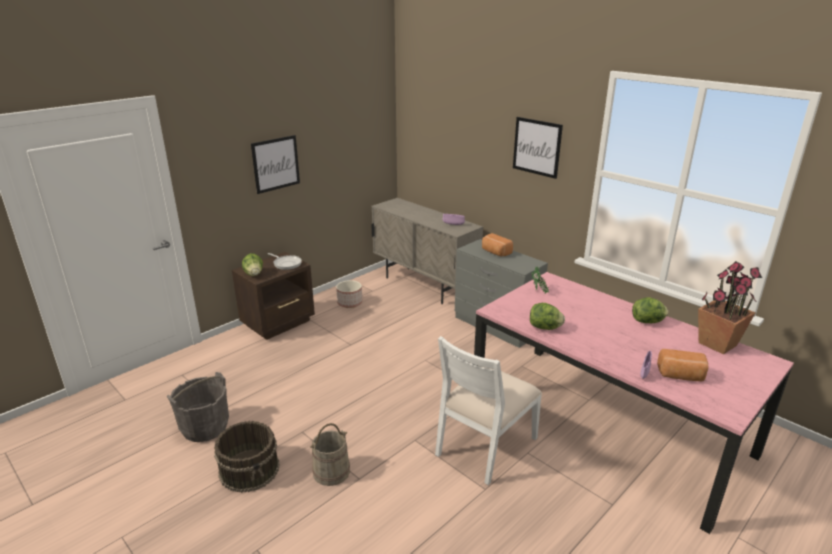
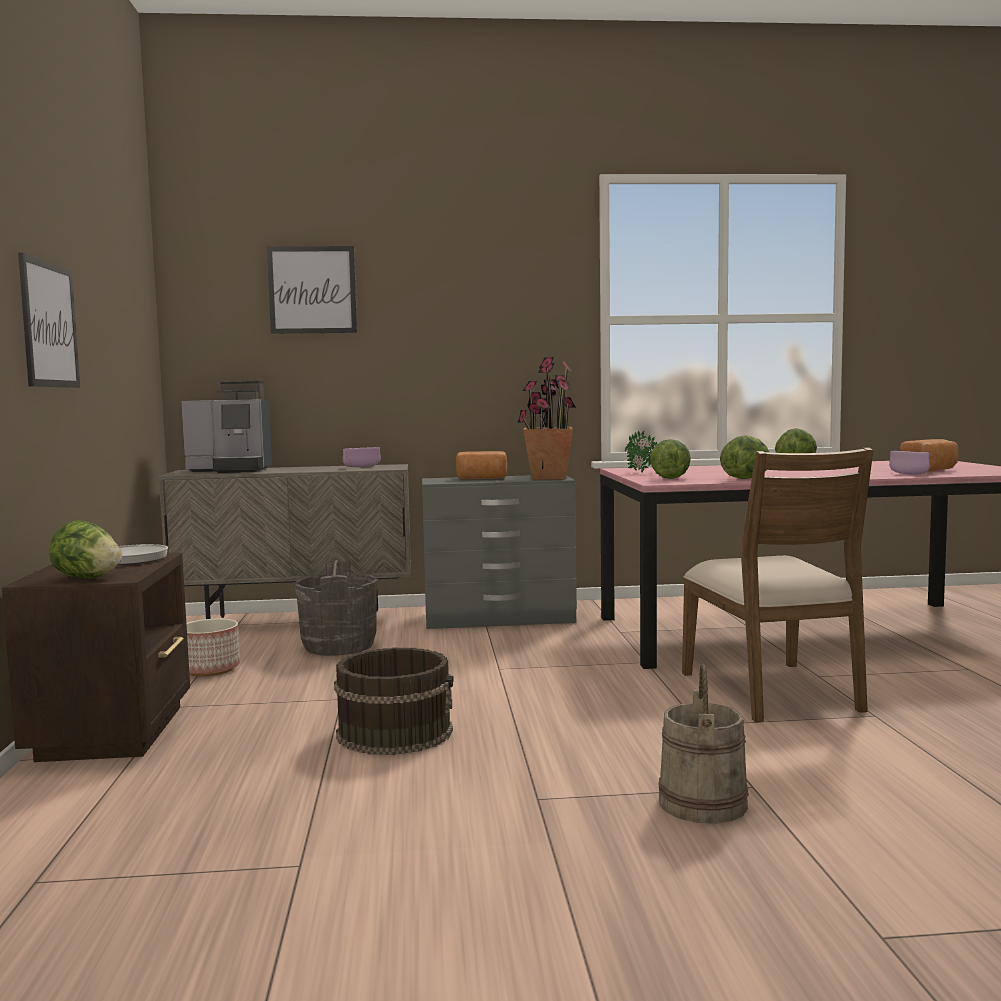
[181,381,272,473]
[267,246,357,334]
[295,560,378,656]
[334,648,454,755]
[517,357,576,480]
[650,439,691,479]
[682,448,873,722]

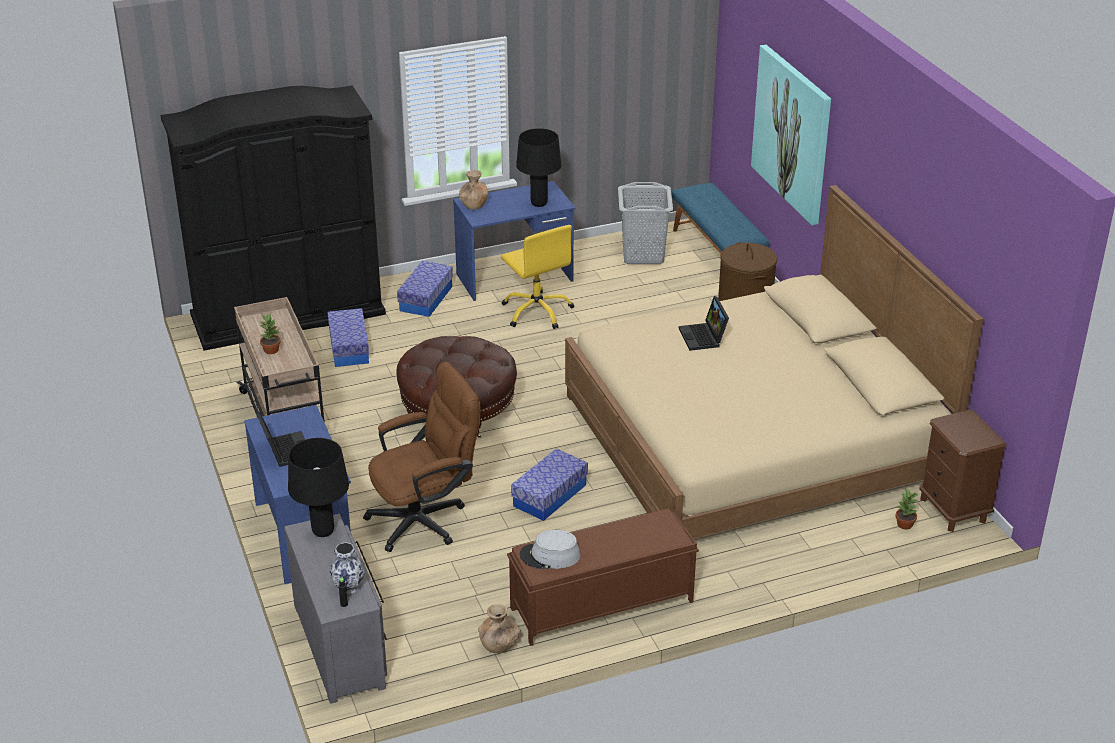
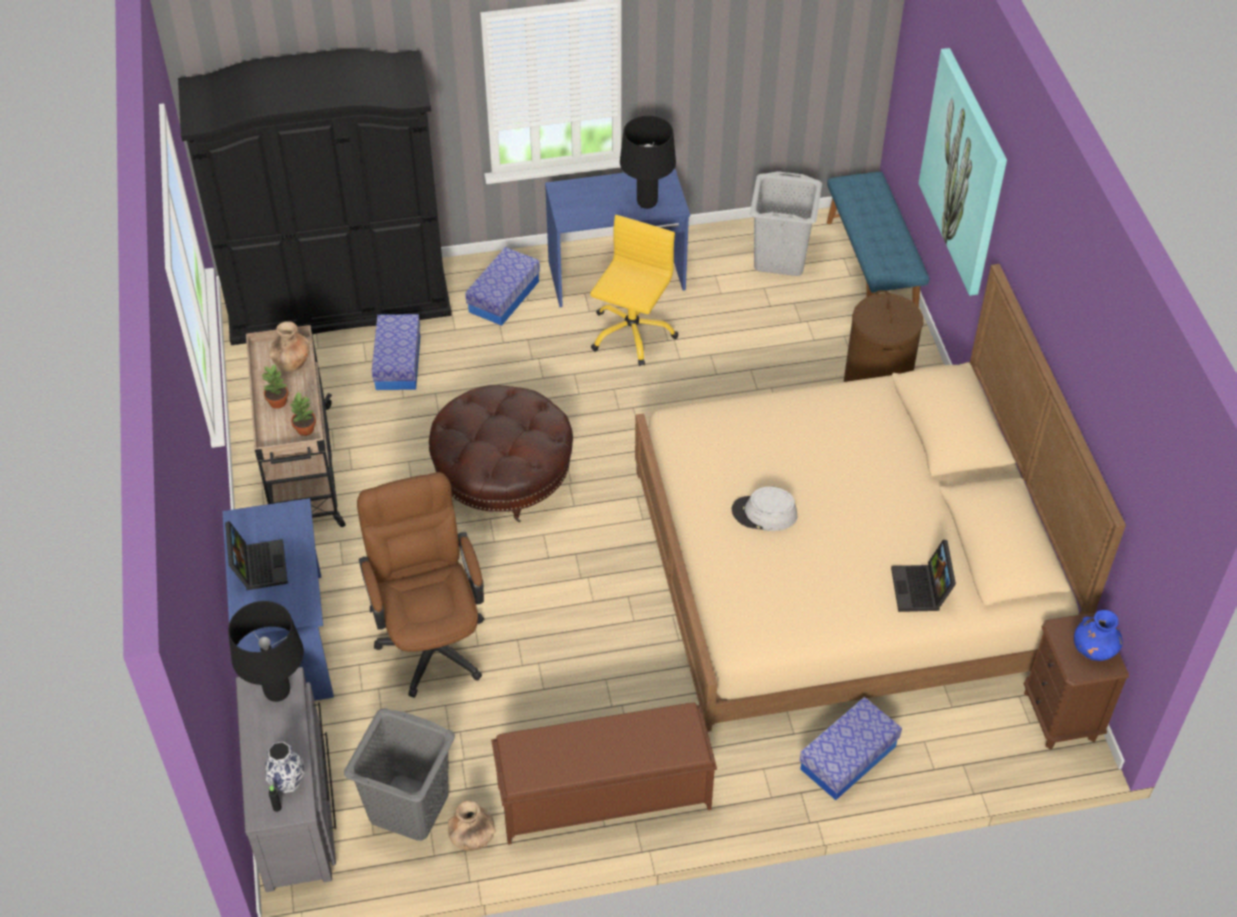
[269,321,310,373]
[289,391,316,436]
[344,708,455,841]
[357,472,485,698]
[590,215,678,366]
[732,486,797,531]
[799,697,902,800]
[891,540,956,612]
[1074,610,1123,661]

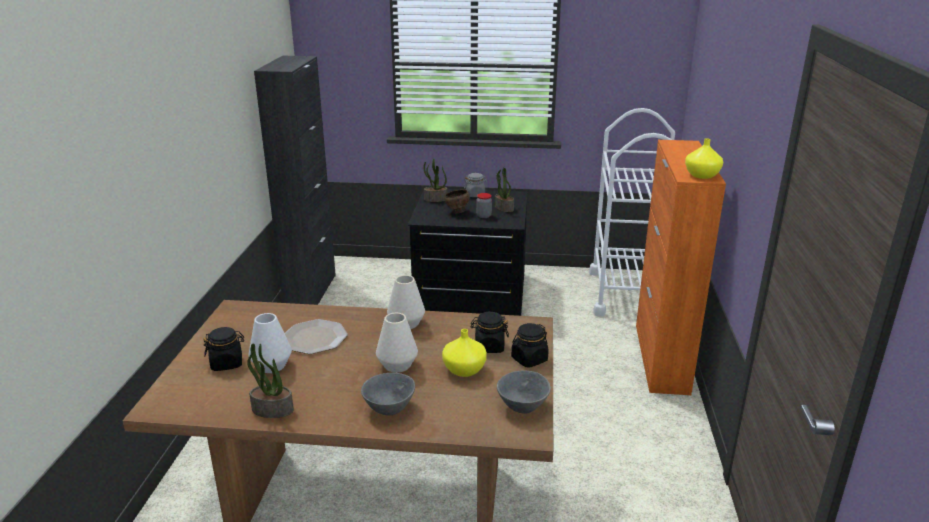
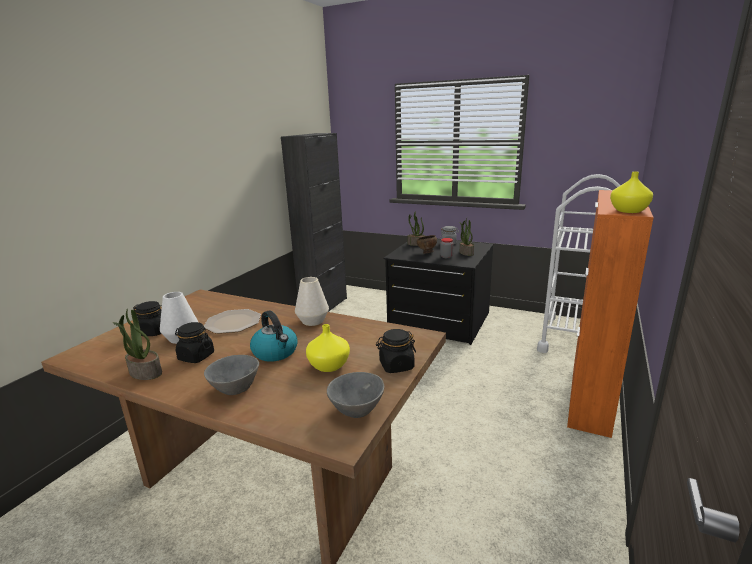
[175,322,214,363]
[250,310,298,362]

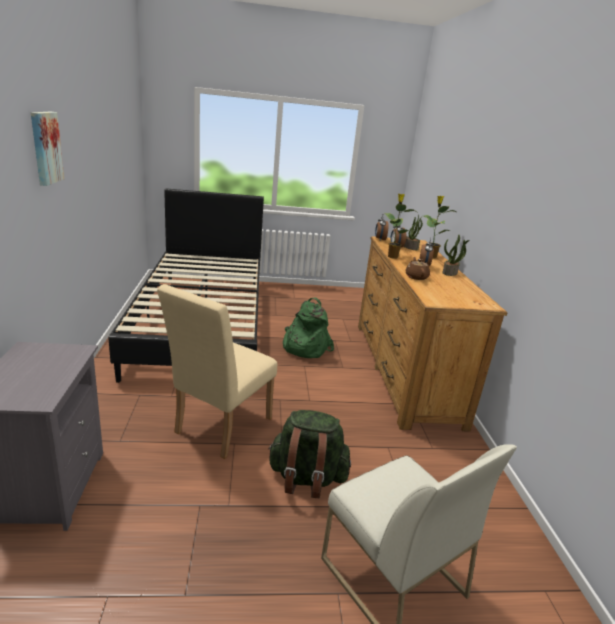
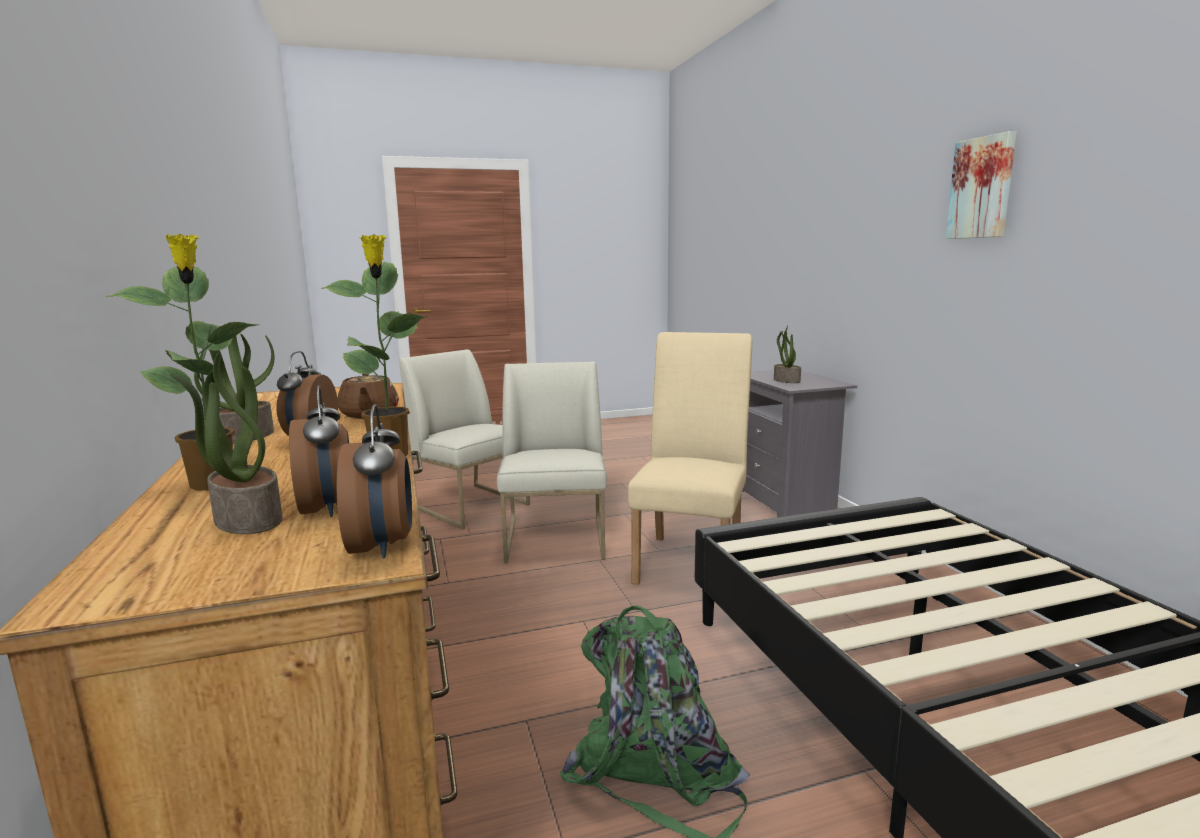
[497,362,607,563]
[774,326,801,383]

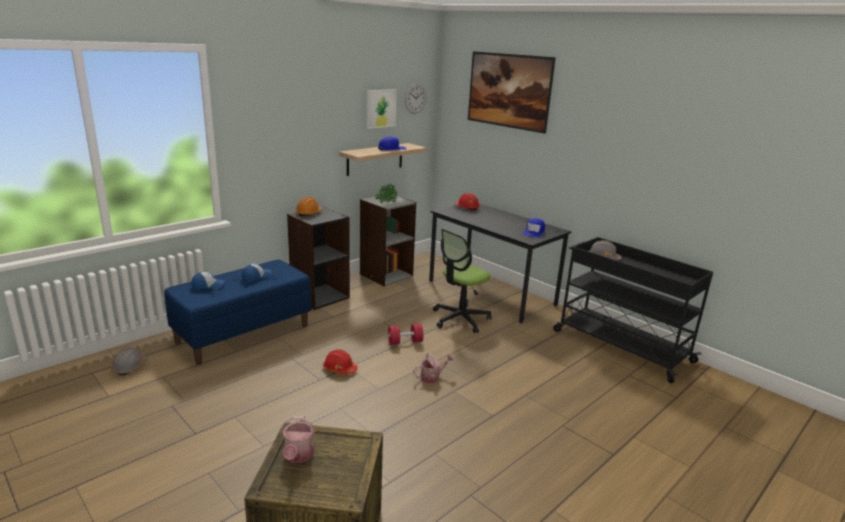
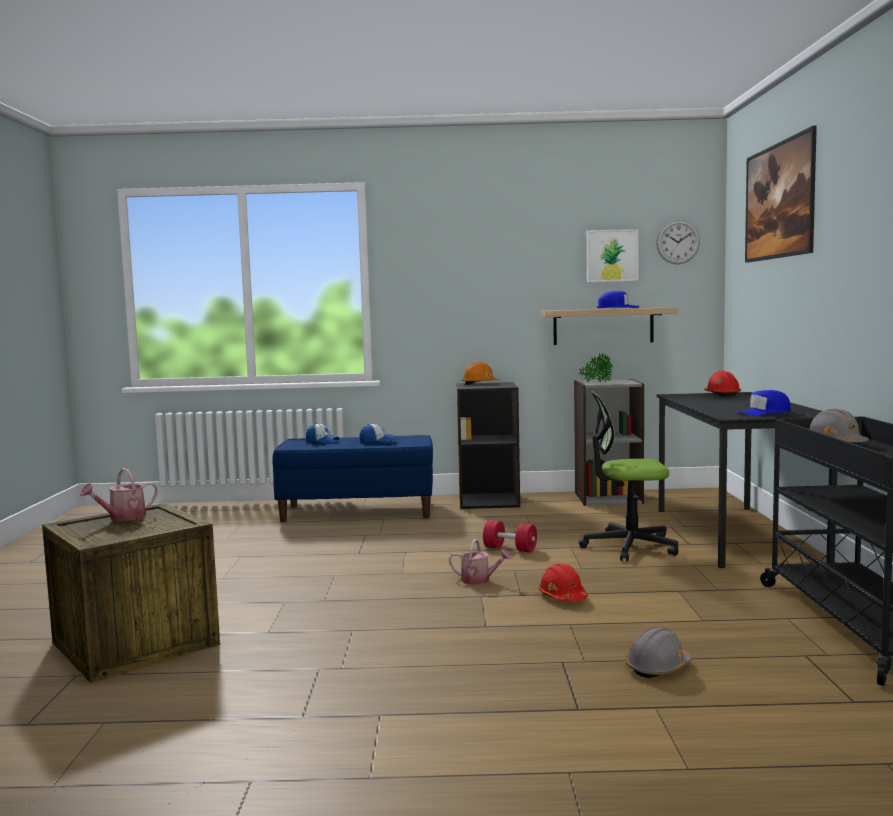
[539,563,588,601]
[625,627,692,678]

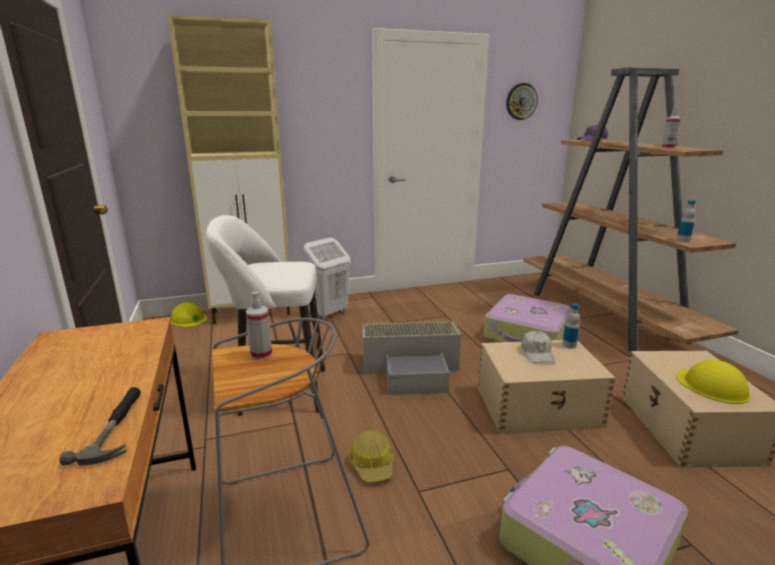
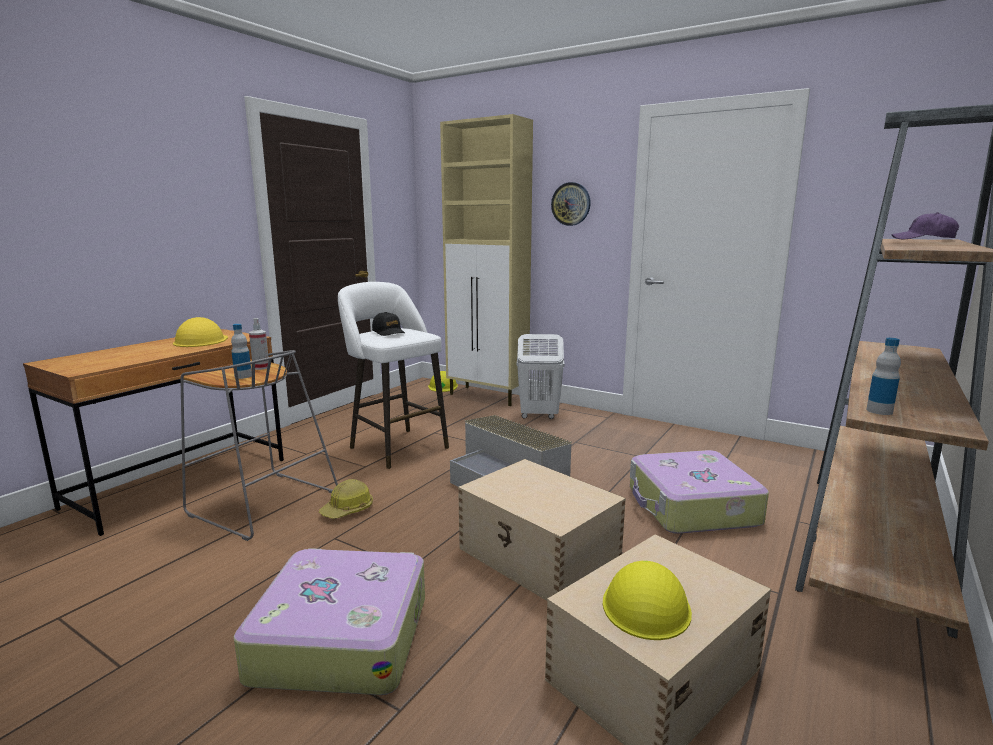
[173,317,228,347]
[231,324,252,379]
[372,312,405,336]
[551,182,591,226]
[59,387,141,465] (first image)
[521,331,555,363] (first image)
[661,106,681,149] (first image)

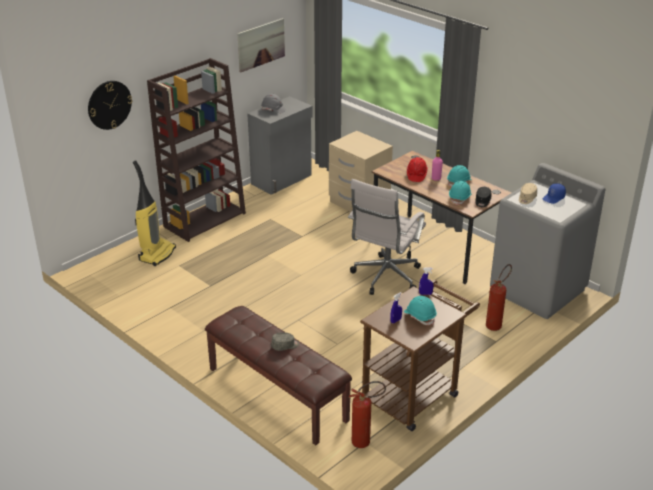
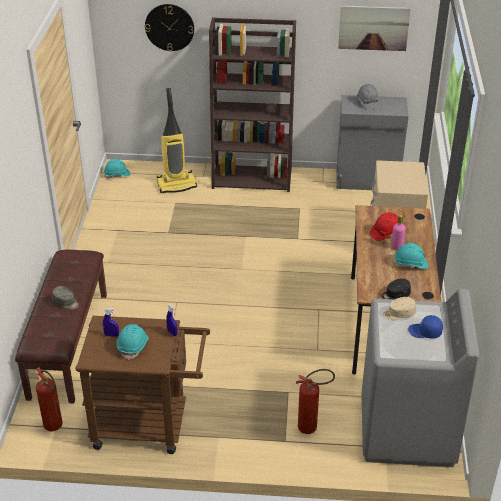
[104,159,130,178]
[348,179,426,295] (first image)

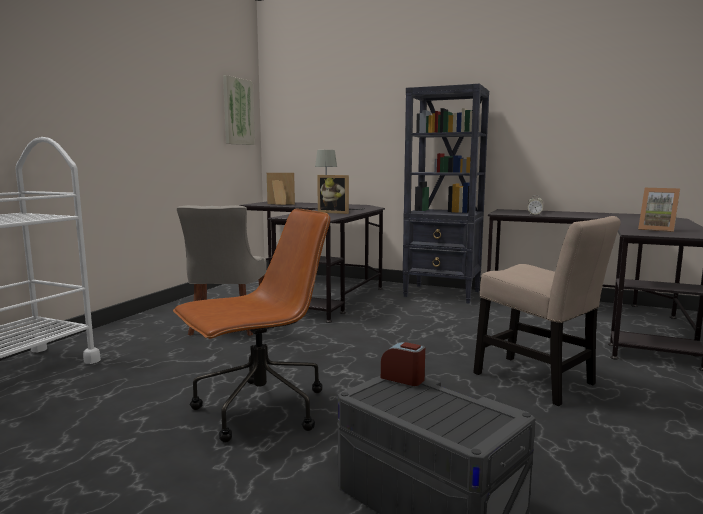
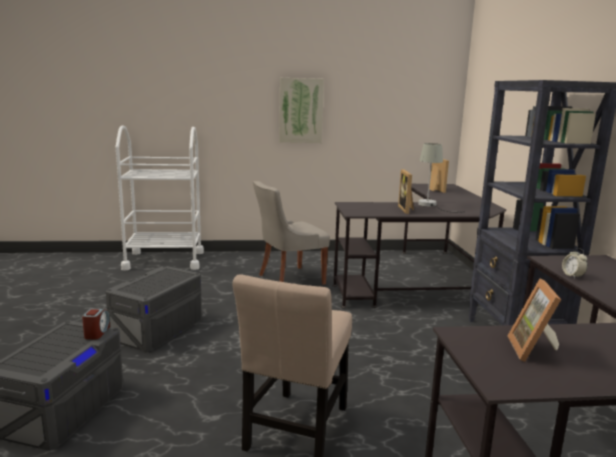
[106,266,202,352]
[279,78,324,143]

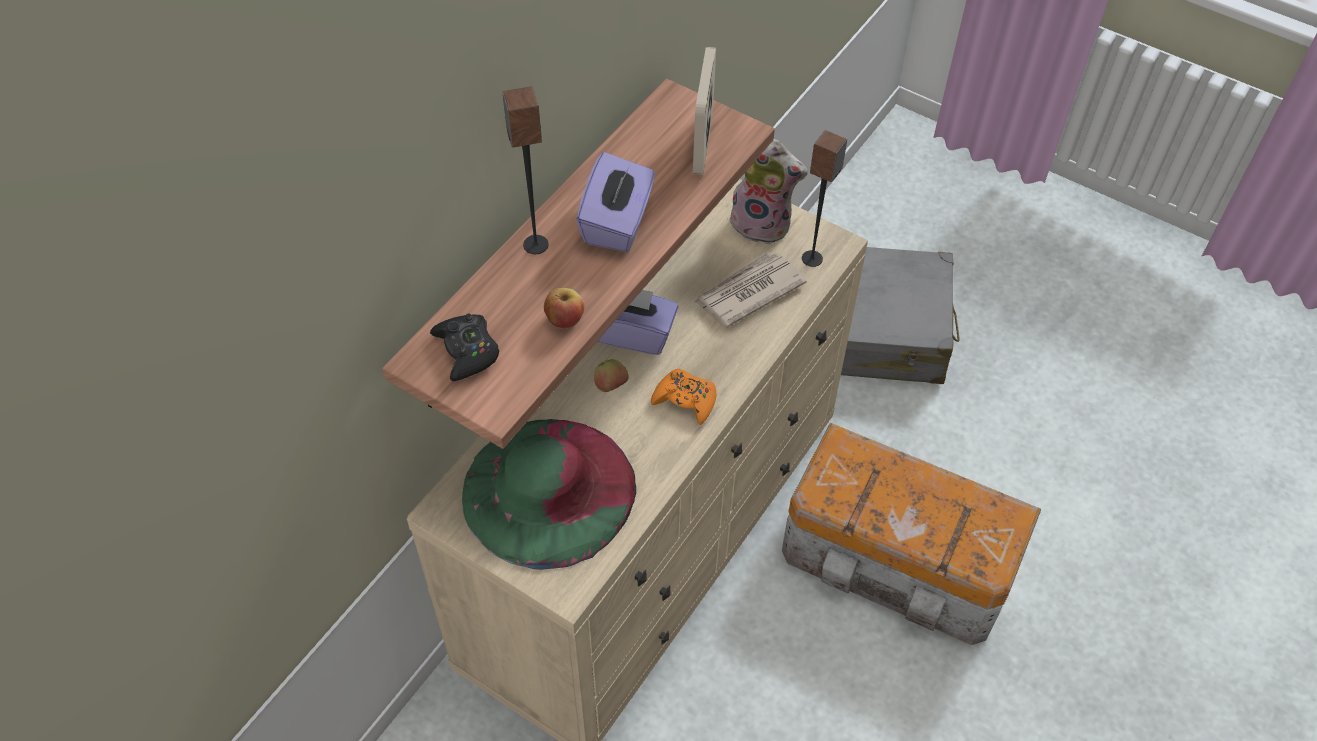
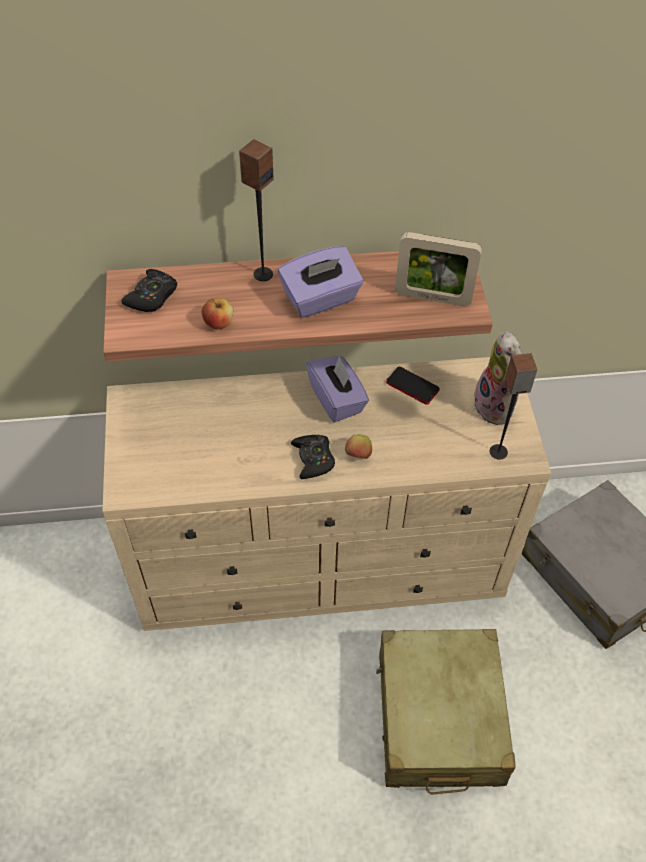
[291,435,335,479]
[345,434,372,459]
[376,629,516,794]
[386,367,440,405]
[395,232,482,306]
[462,419,636,570] (first image)
[694,252,806,327] (first image)

